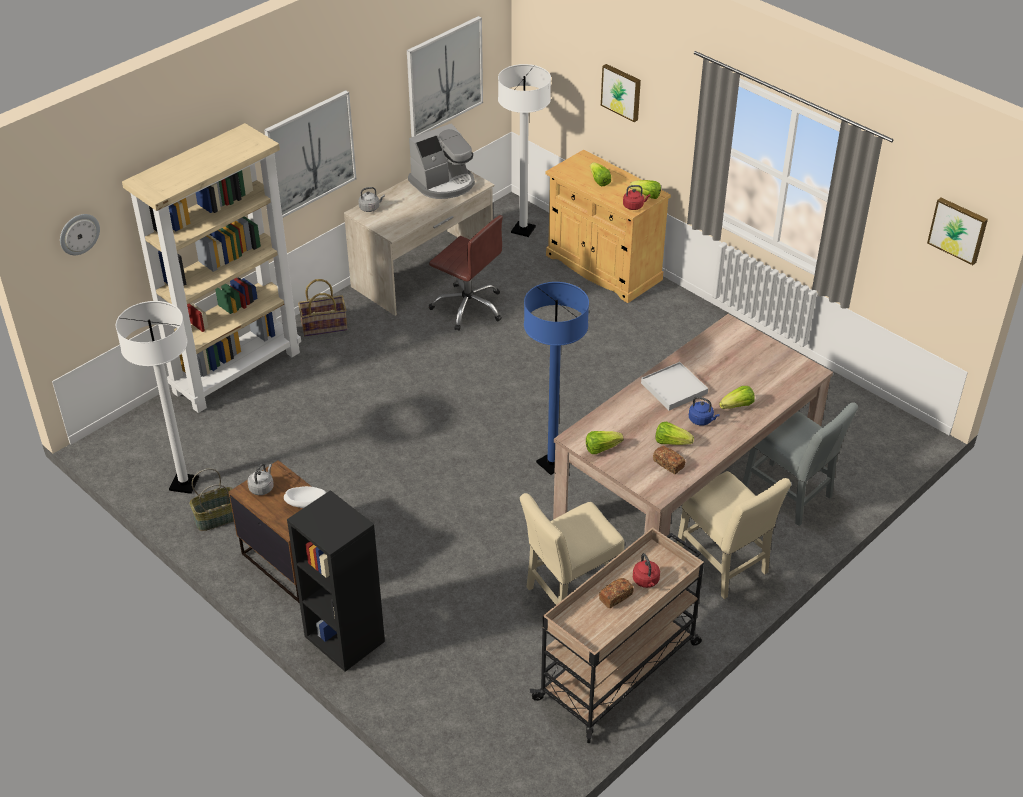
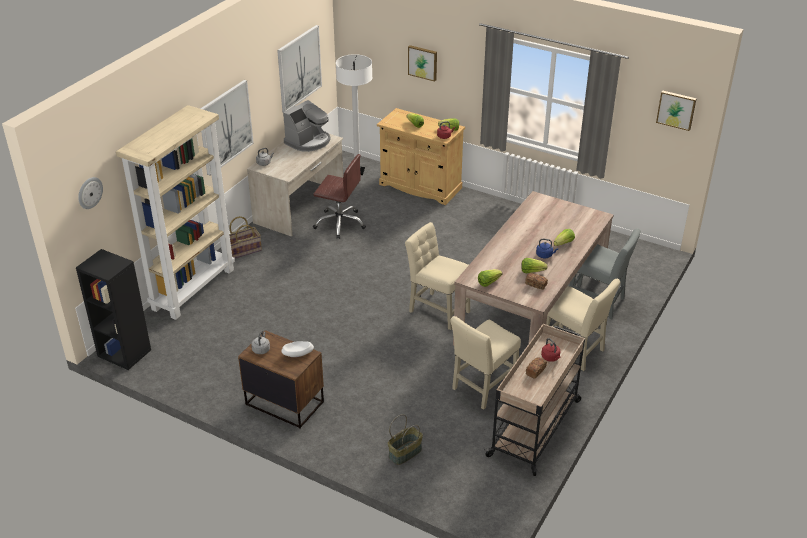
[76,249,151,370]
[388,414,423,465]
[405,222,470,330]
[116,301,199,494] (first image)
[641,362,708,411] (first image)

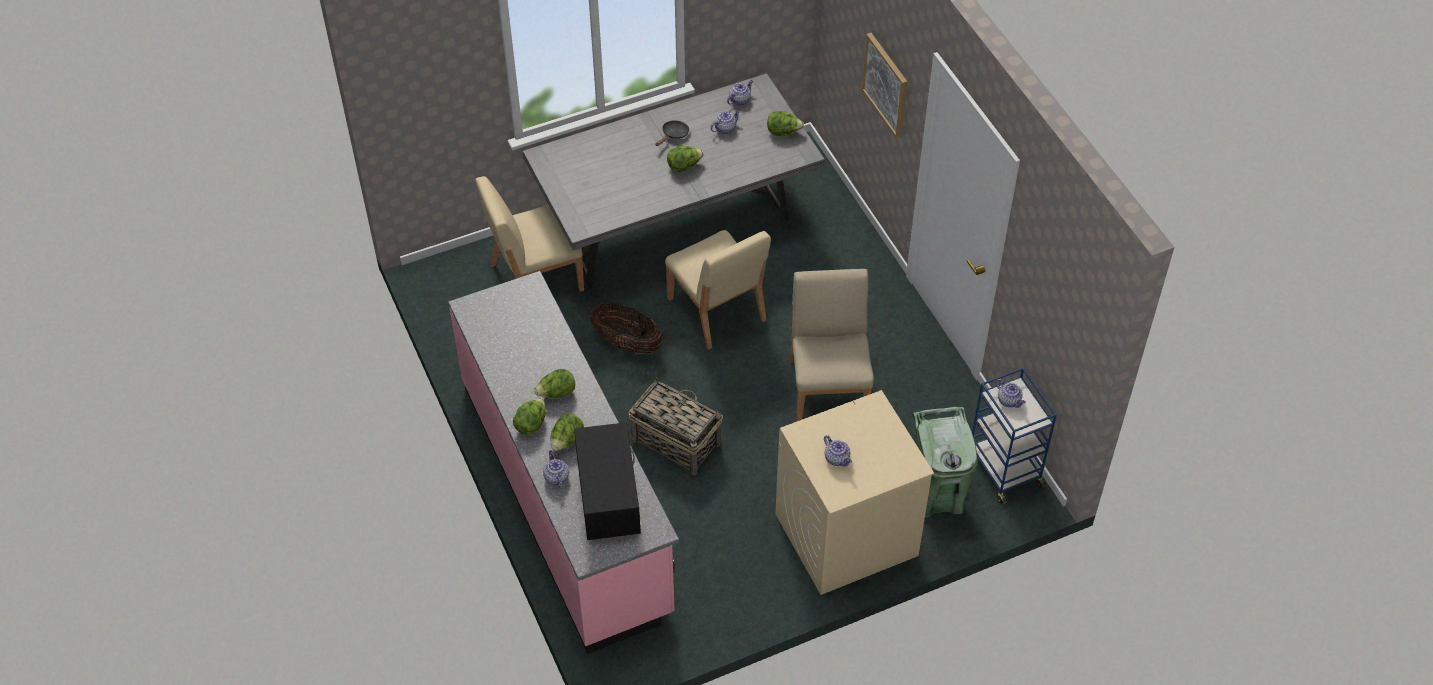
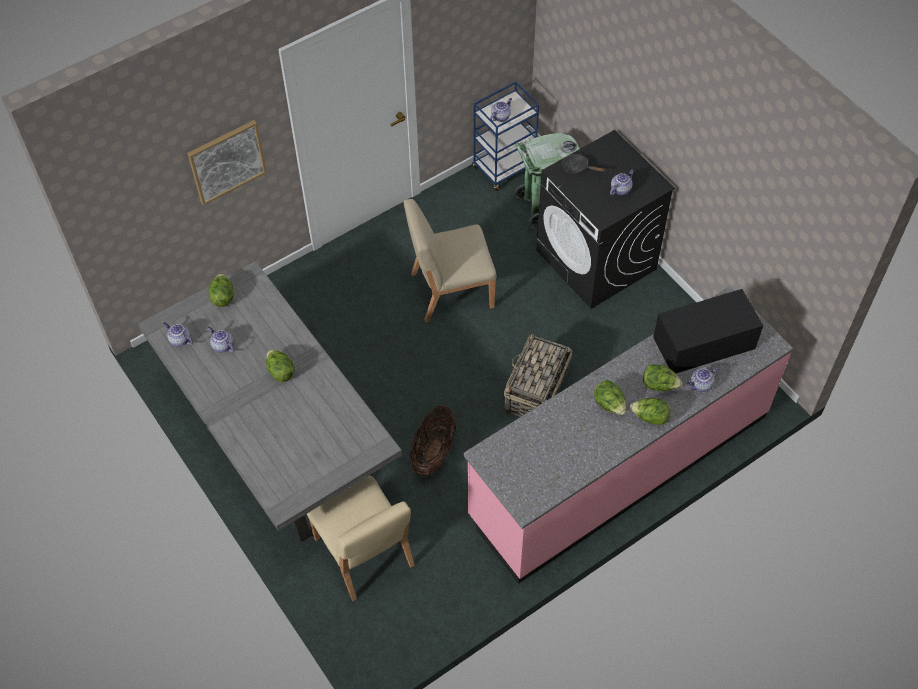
[536,130,675,309]
[562,154,605,174]
[665,230,771,349] (first image)

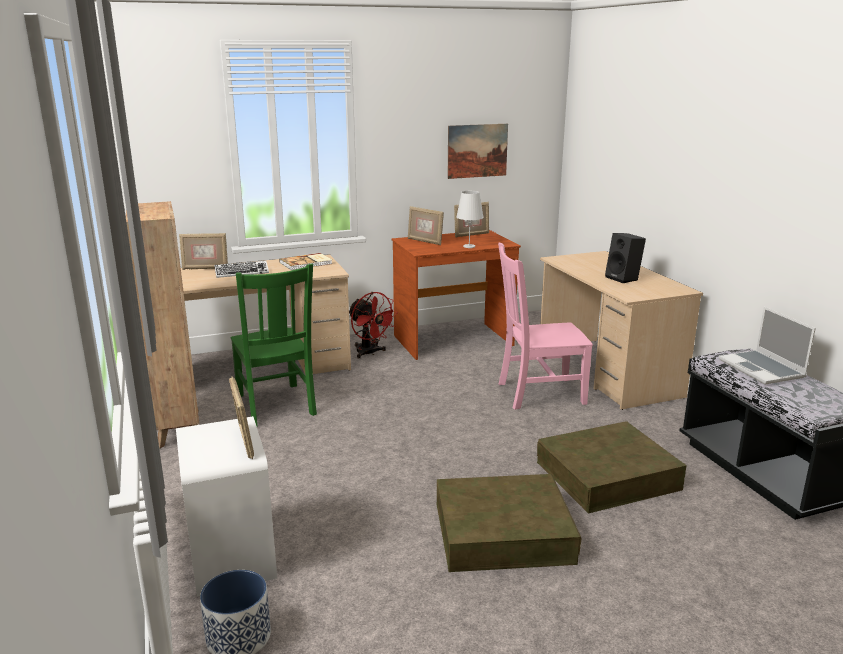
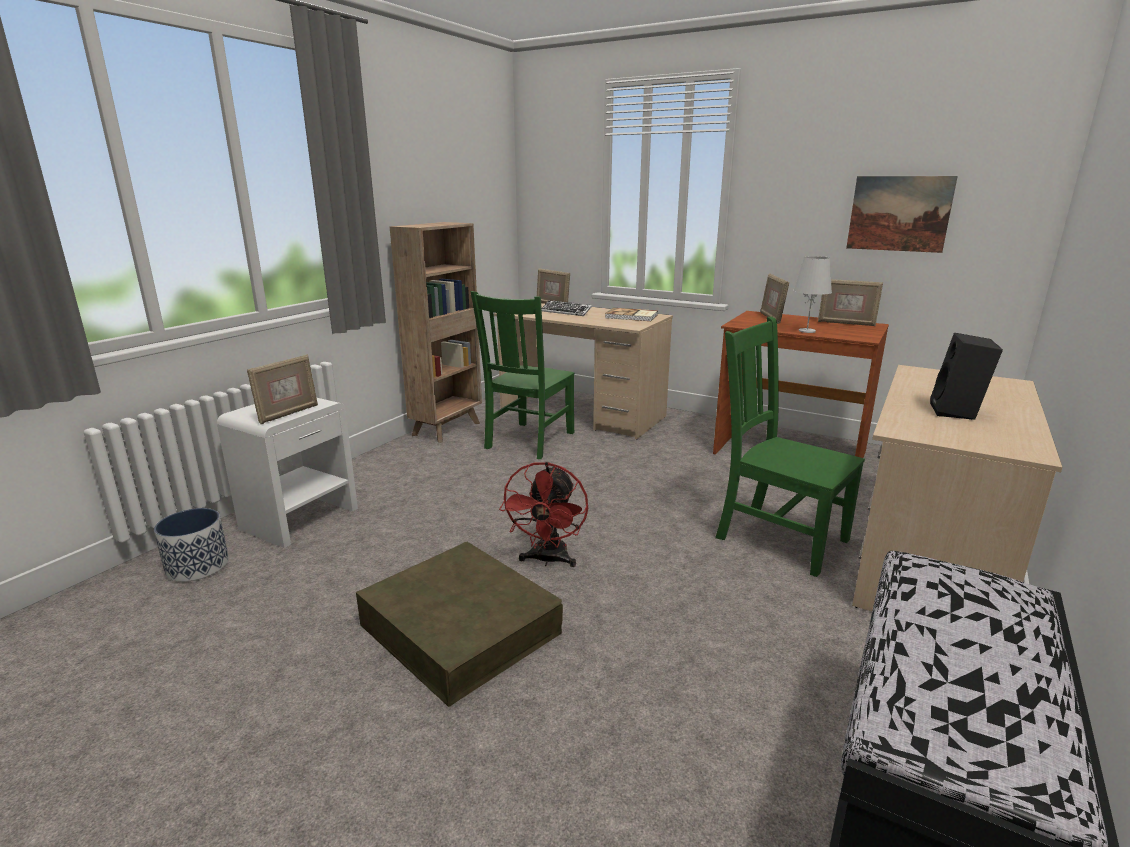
[499,462,588,567]
[715,316,865,577]
[537,421,687,513] (first image)
[719,307,816,385] (first image)

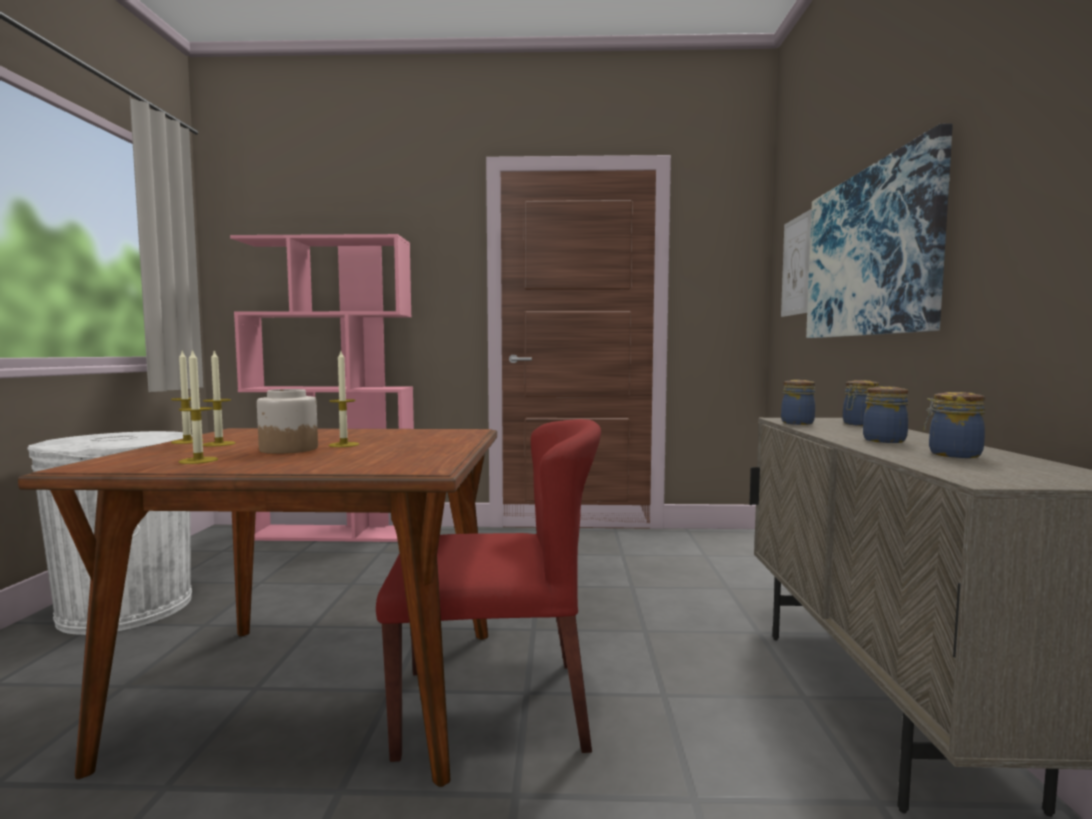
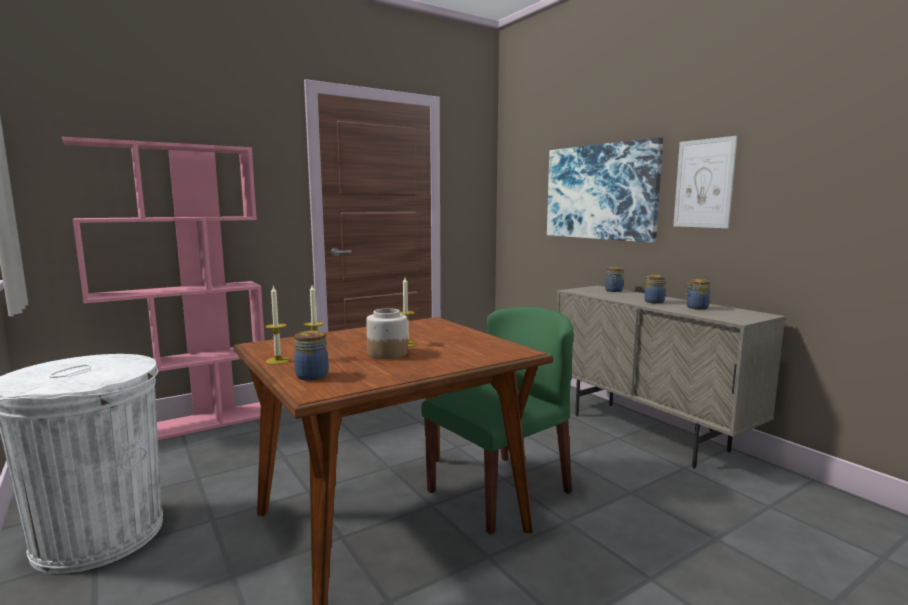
[294,331,329,381]
[421,307,573,535]
[673,136,737,228]
[179,349,218,464] (first image)

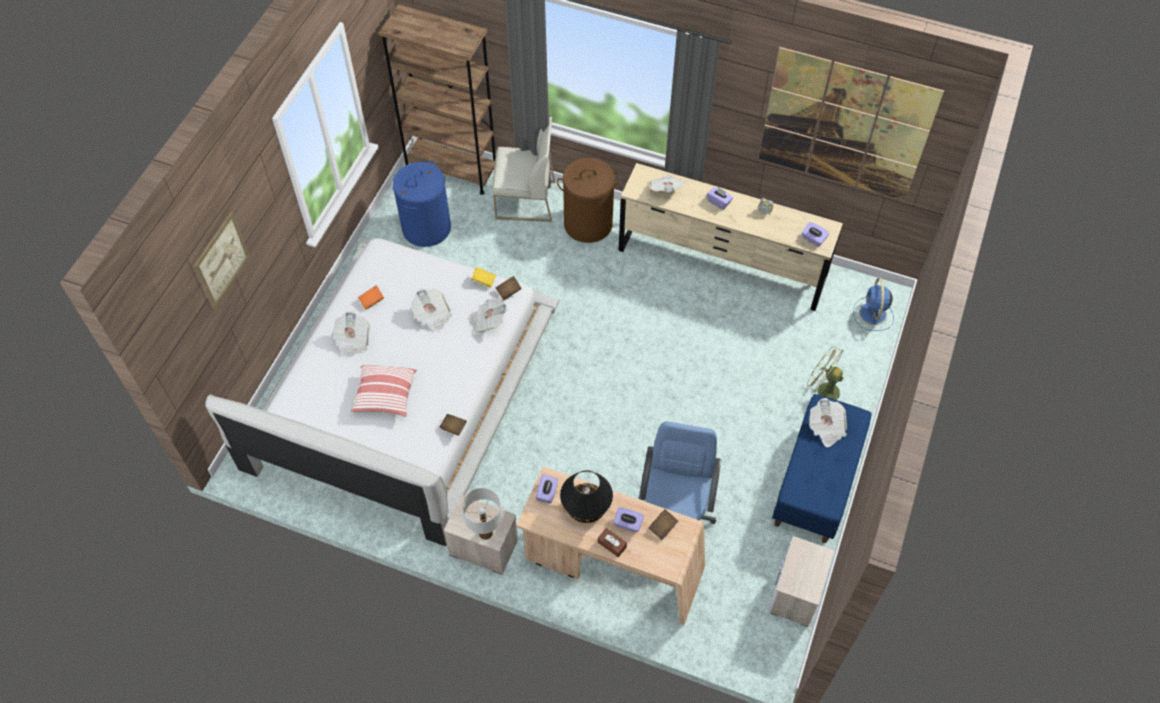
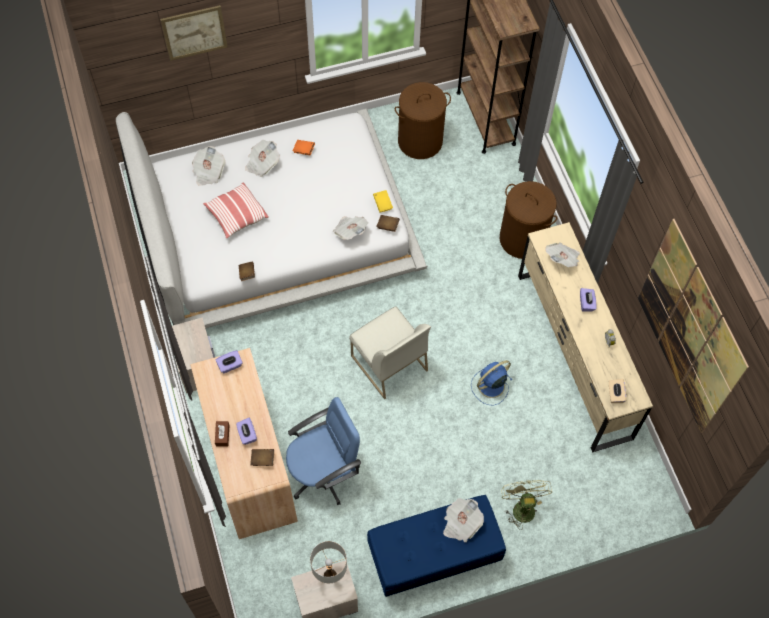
[192,146,225,186]
[310,541,347,583]
[349,306,431,400]
[395,82,451,159]
[471,360,512,405]
[609,379,626,403]
[560,470,613,523] (first image)

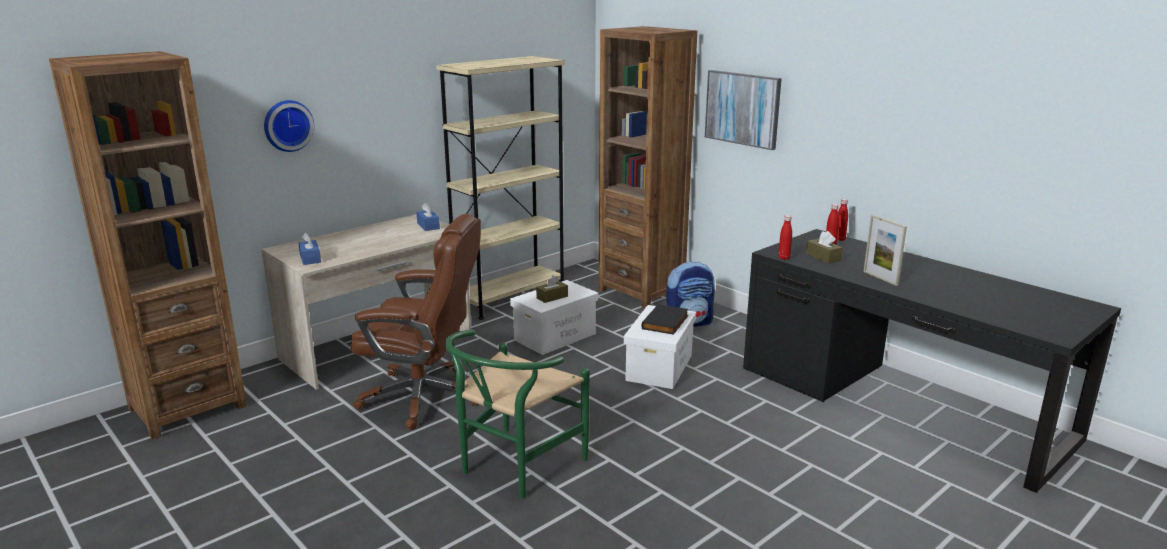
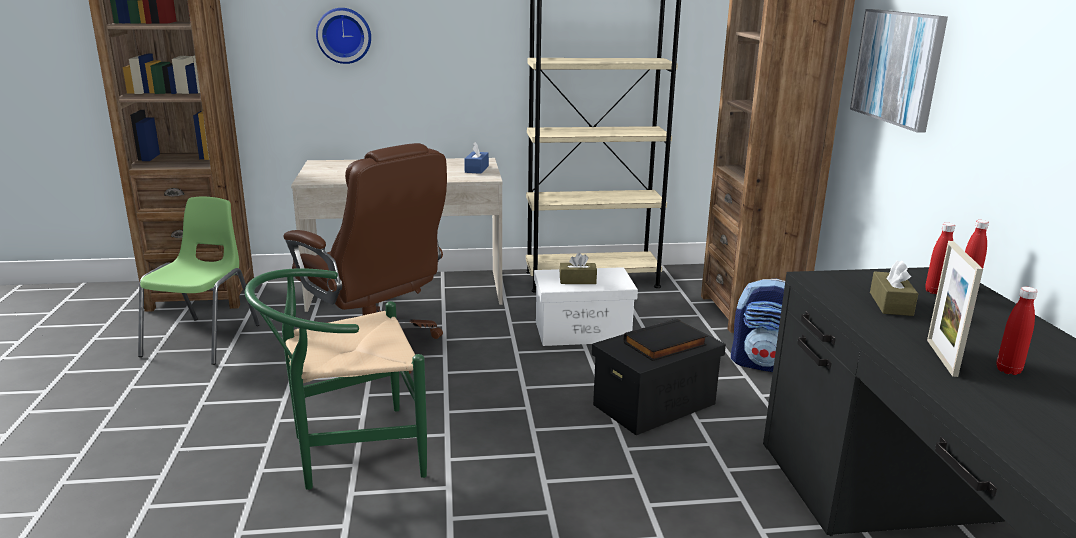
[138,197,260,365]
[592,318,726,435]
[996,287,1038,375]
[298,233,321,265] (first image)

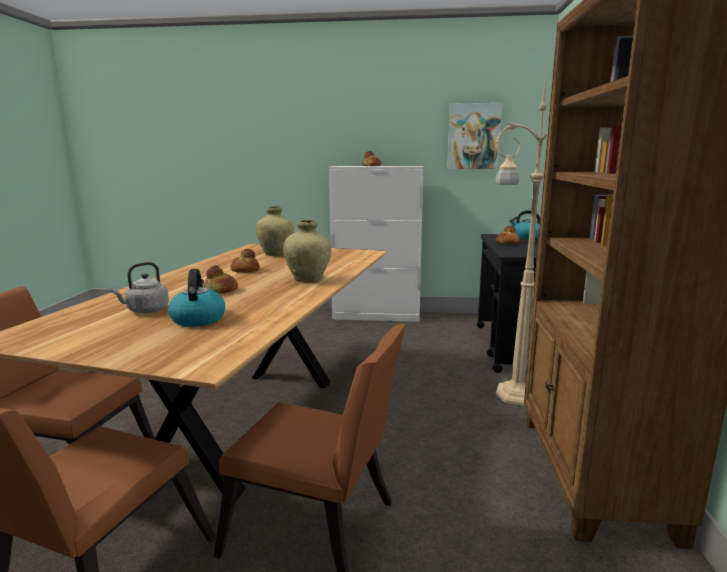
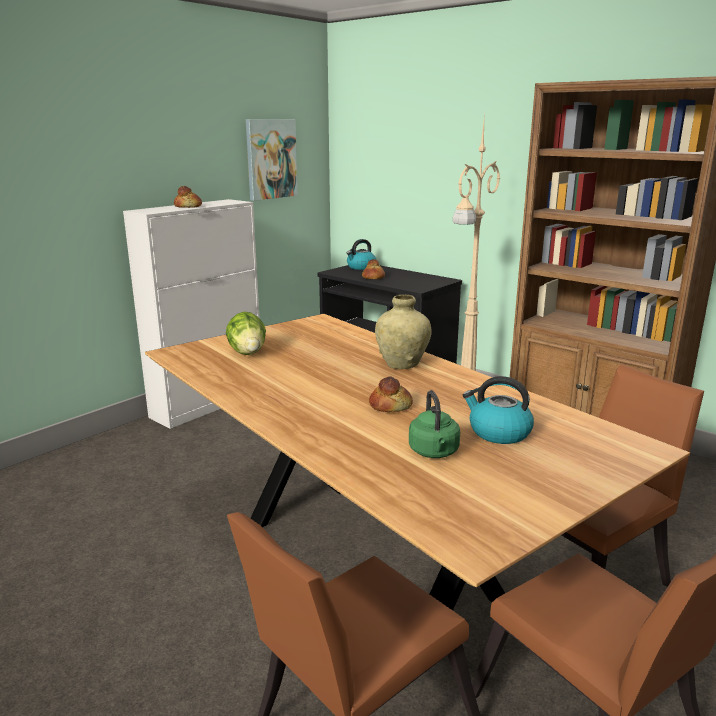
[226,312,266,355]
[409,390,460,458]
[230,249,260,273] (first image)

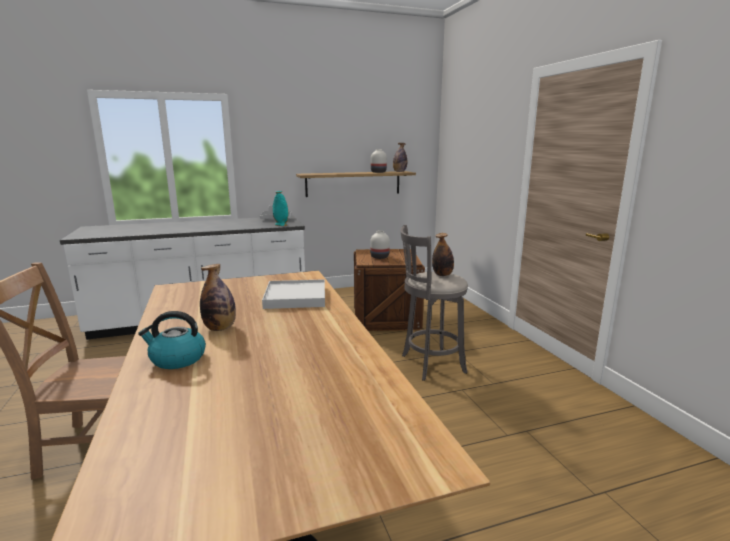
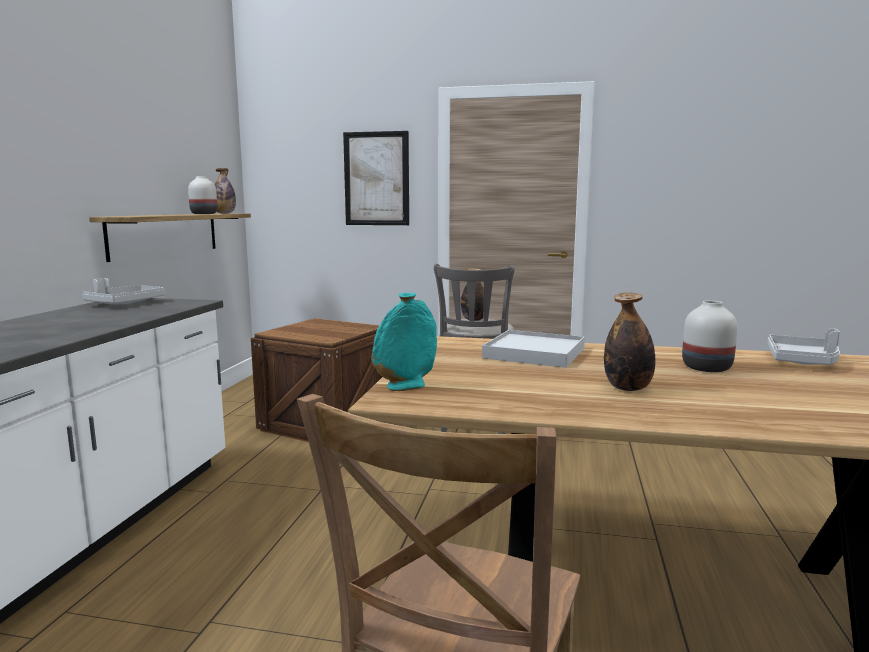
[343,131,409,225]
[372,293,437,391]
[682,301,738,372]
[768,328,840,365]
[138,311,206,369] (first image)

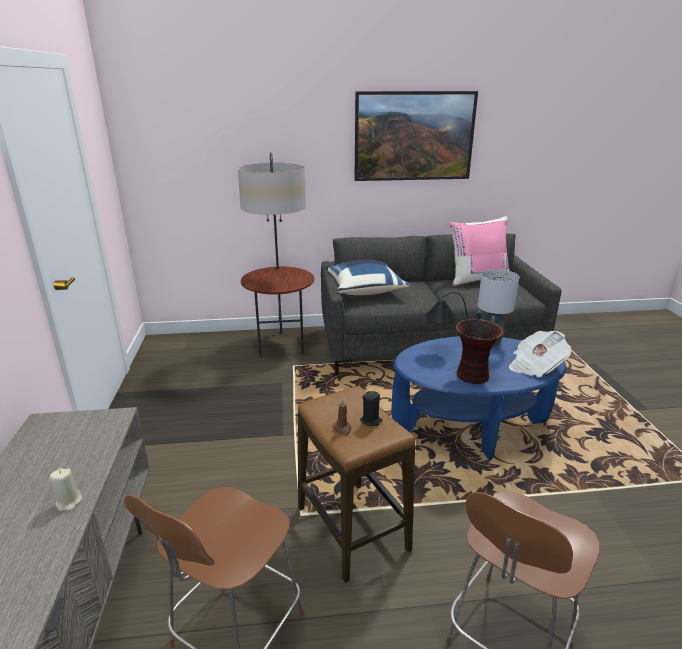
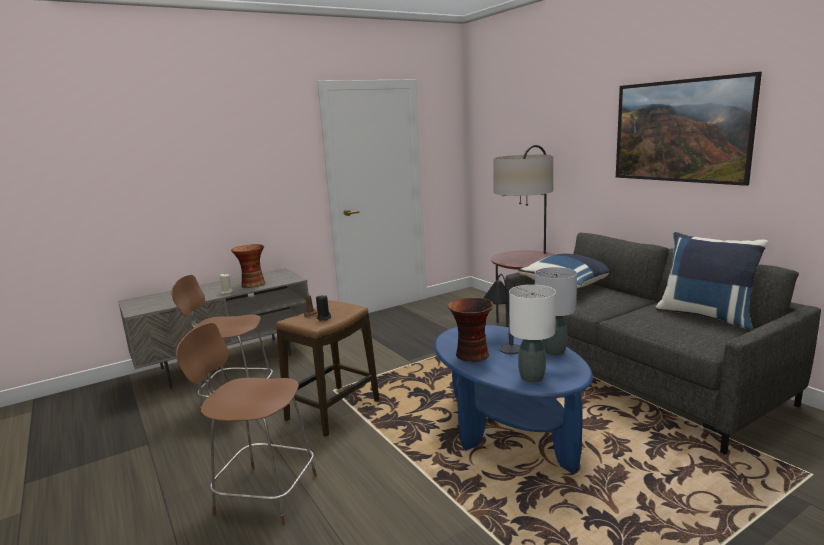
[231,244,265,288]
[509,285,556,383]
[655,232,769,330]

